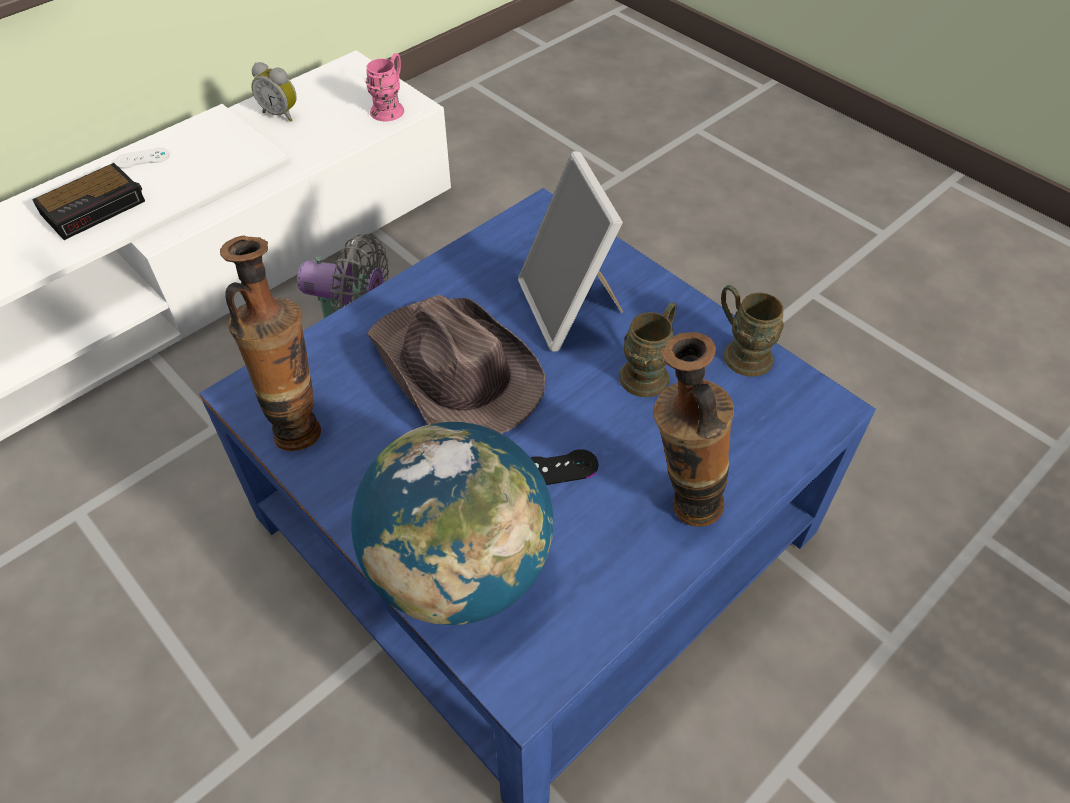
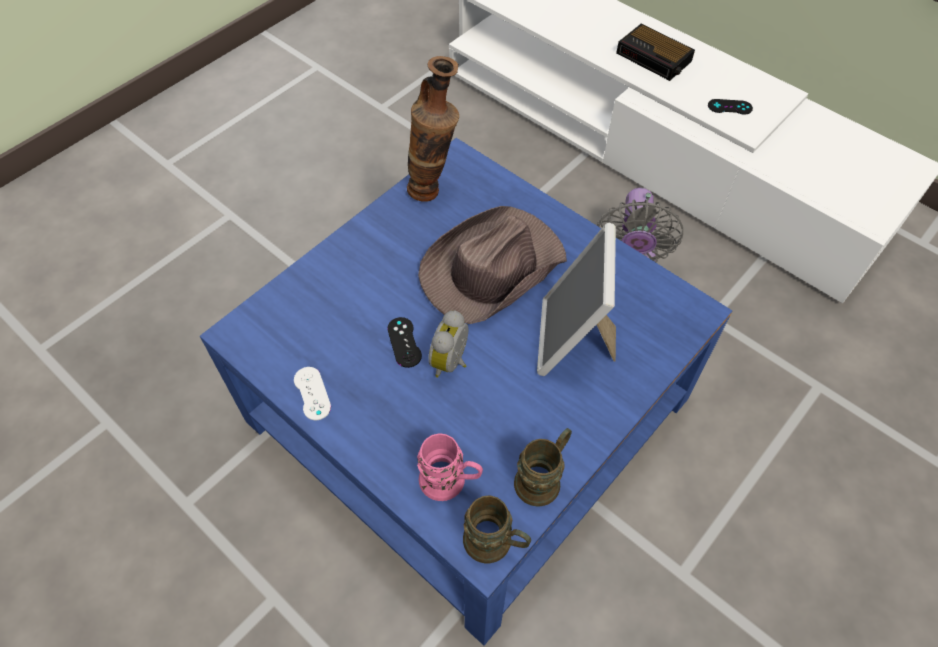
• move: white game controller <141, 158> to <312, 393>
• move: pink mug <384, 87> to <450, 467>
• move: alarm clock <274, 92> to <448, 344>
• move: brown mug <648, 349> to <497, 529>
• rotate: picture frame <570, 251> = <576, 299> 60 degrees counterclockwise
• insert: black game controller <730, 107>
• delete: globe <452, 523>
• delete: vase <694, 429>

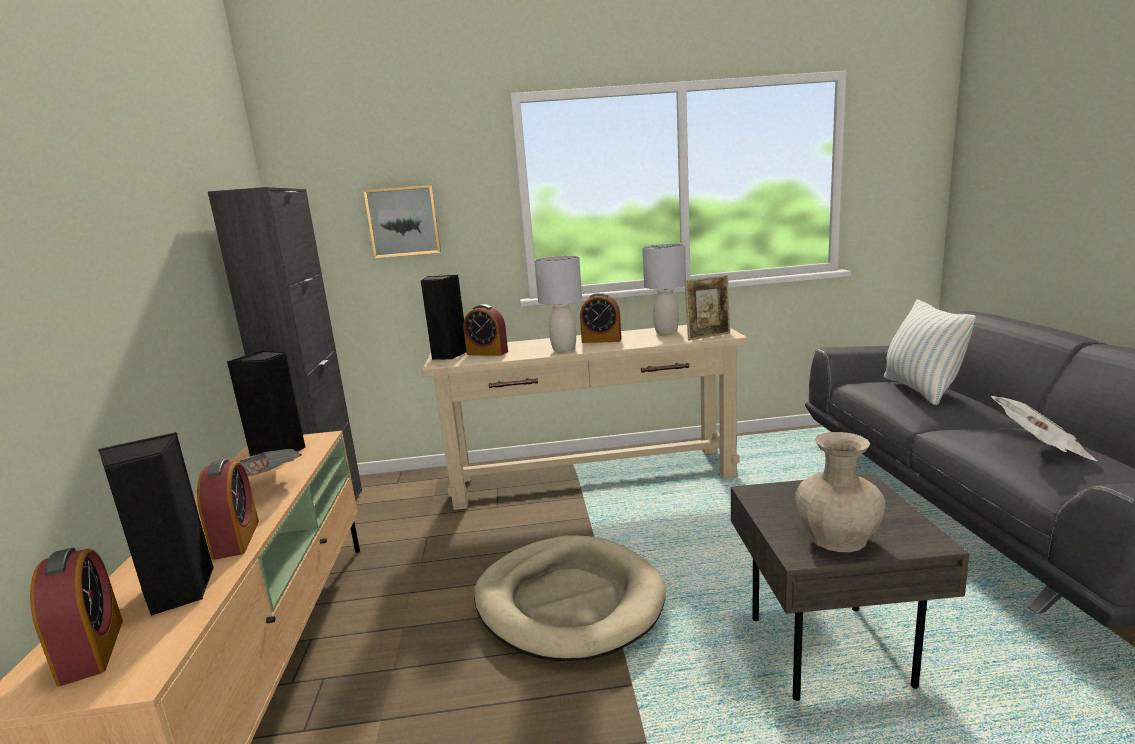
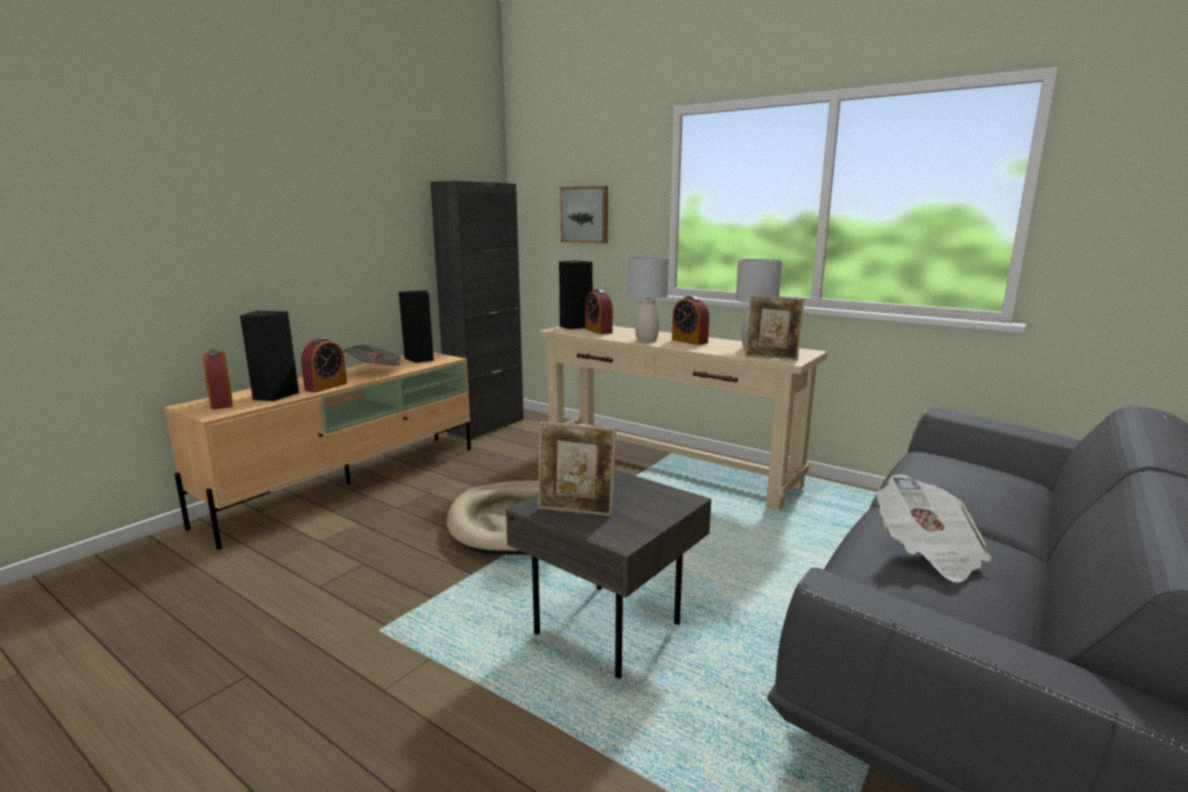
• rotate: alarm clock <76, 617> = <218, 379> 135 degrees clockwise
• replace: beige vase <840, 492> to picture frame <577, 469>
• delete: pillow <930, 352>

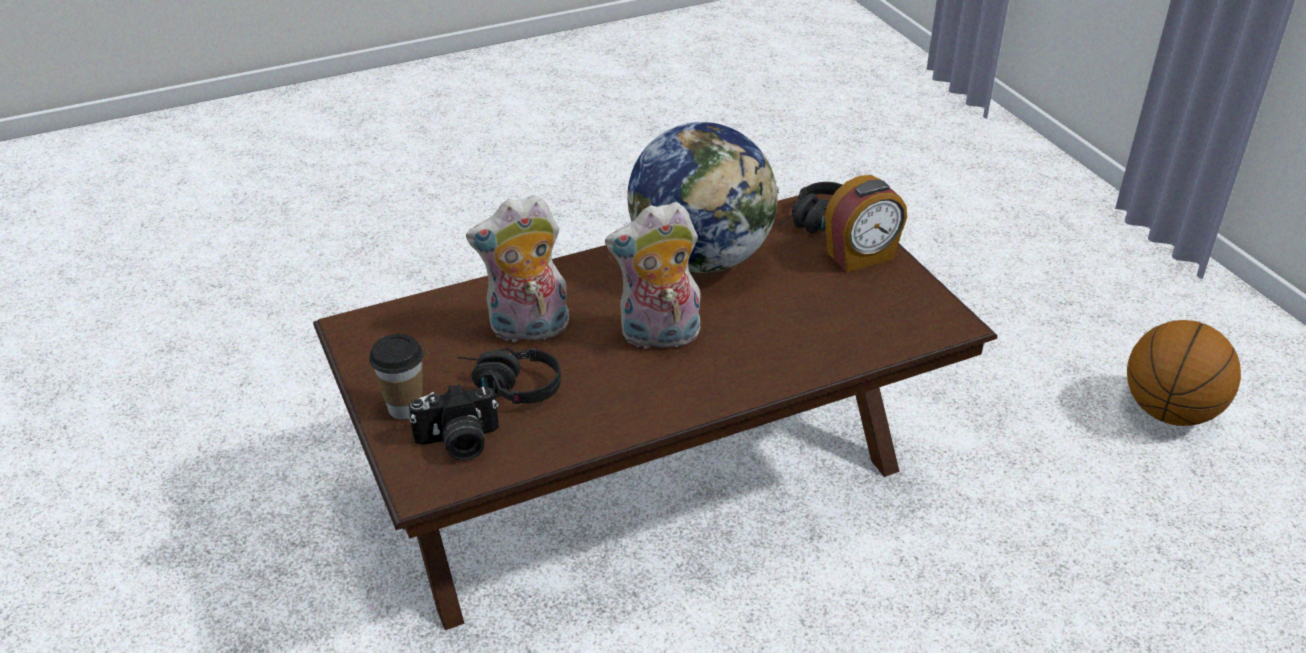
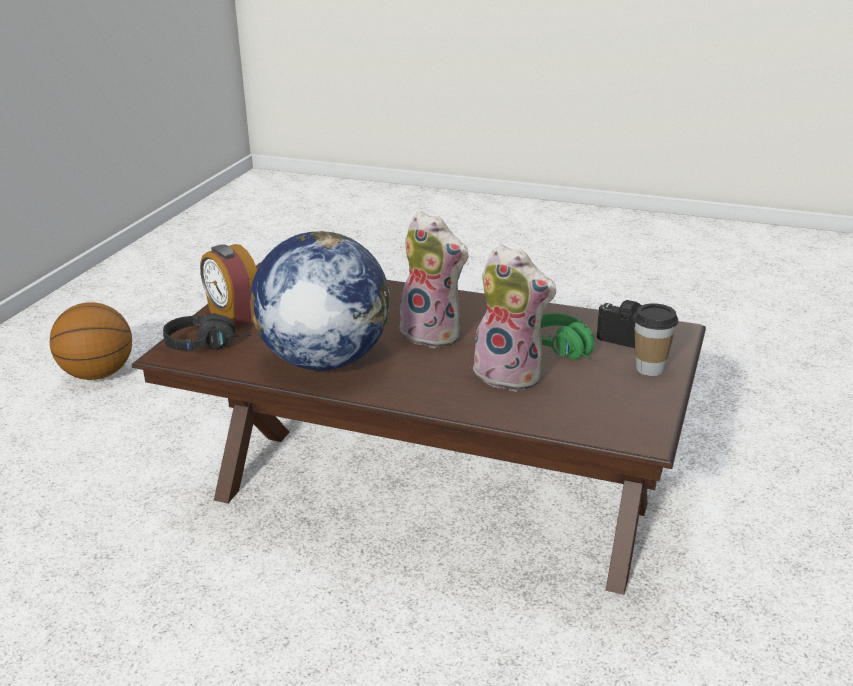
• rotate: alarm clock <866, 223> = <228, 286> 150 degrees counterclockwise
• recolor: black headphones <509, 376> to green headphones <567, 336>

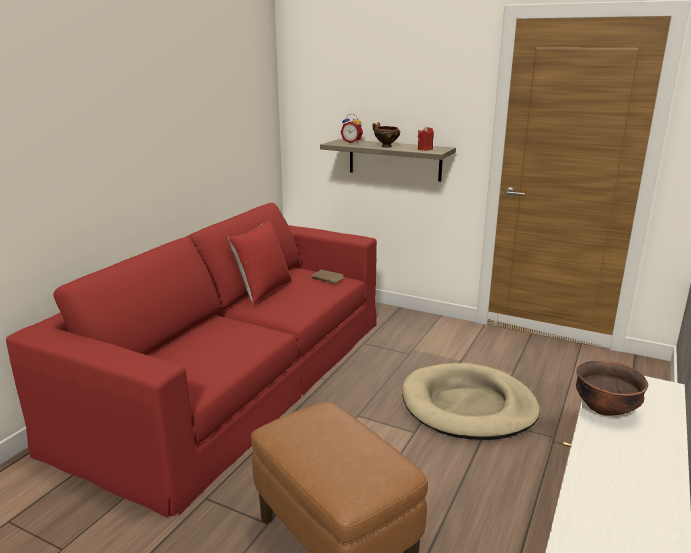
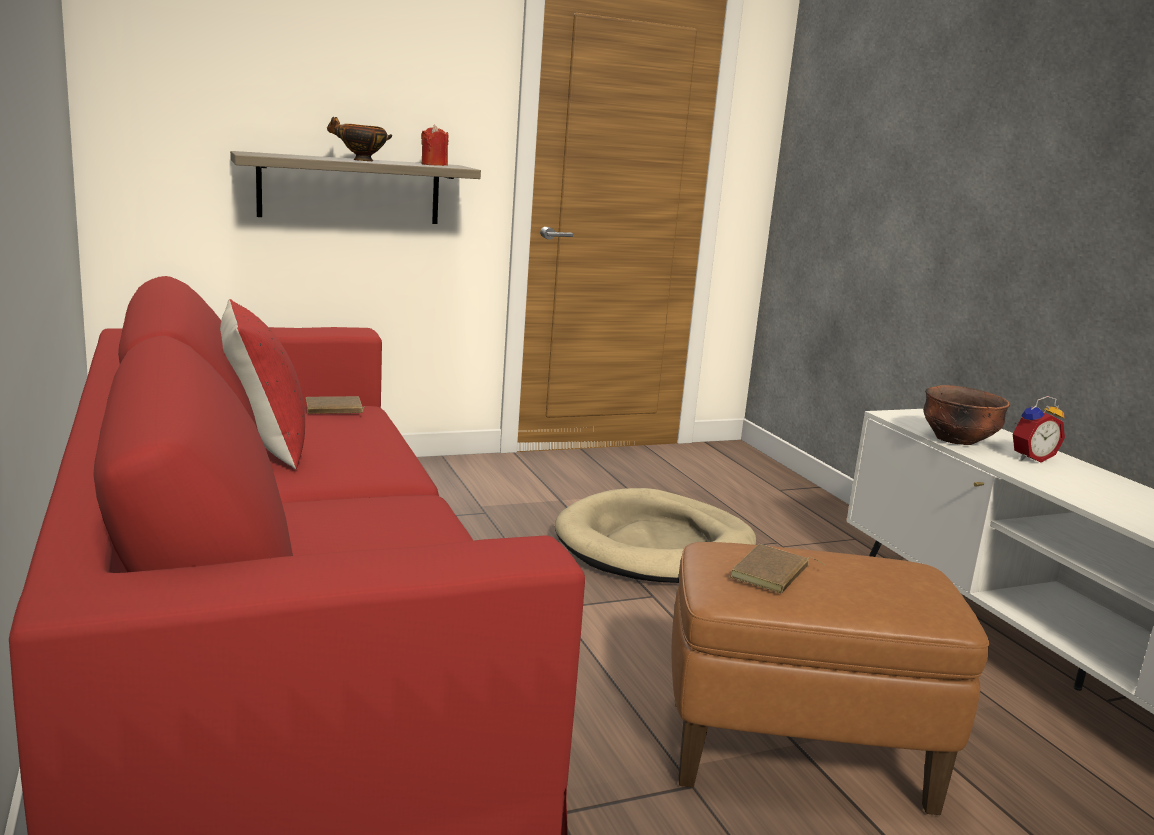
• insert: brown book <778, 569>
• move: alarm clock <352, 128> to <1039, 429>

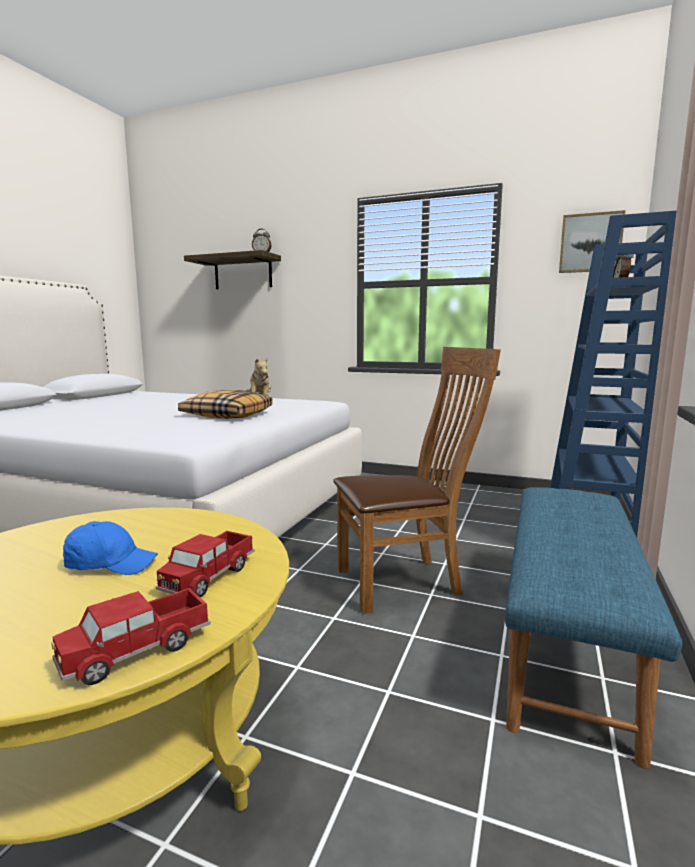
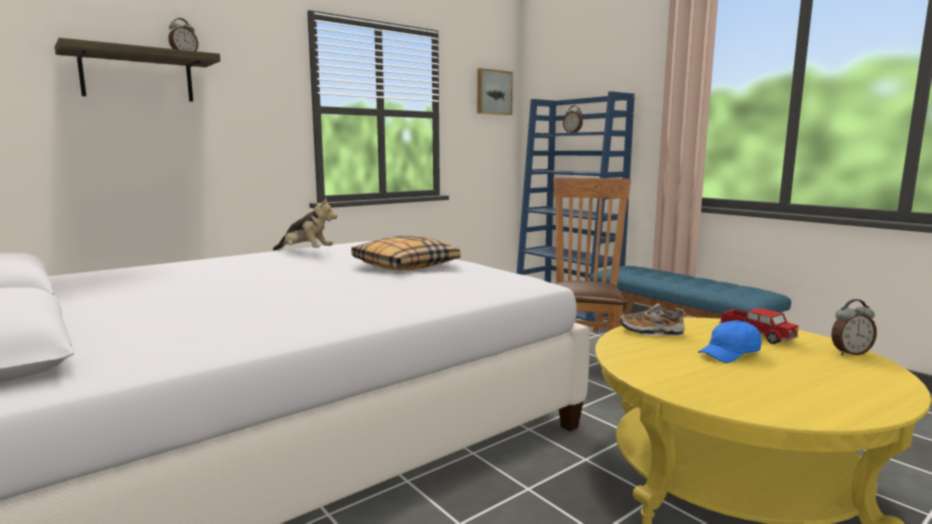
• insert: shoe <652, 319>
• rotate: blue cap <110, 548> = <730, 341> 150 degrees counterclockwise
• replace: toy truck <131, 636> to alarm clock <854, 327>

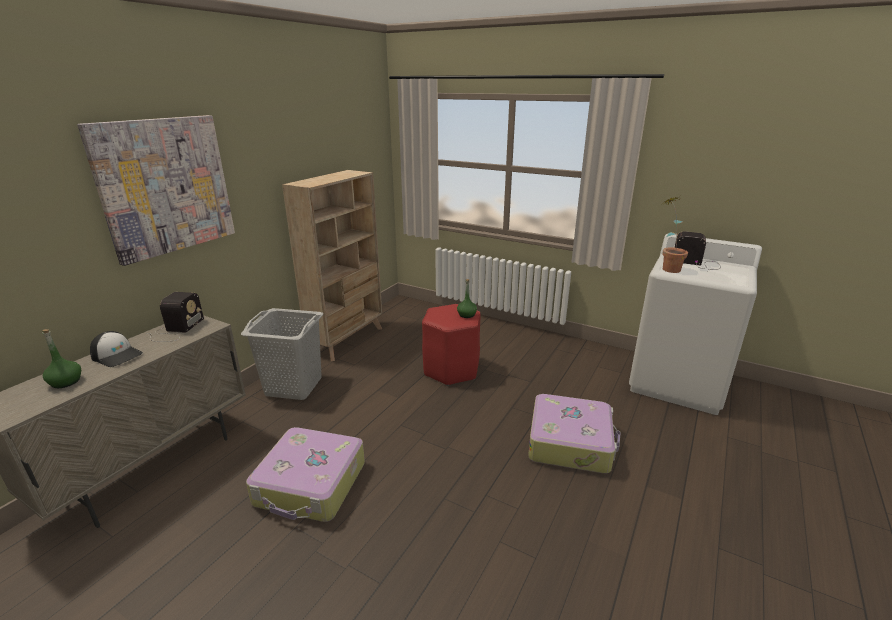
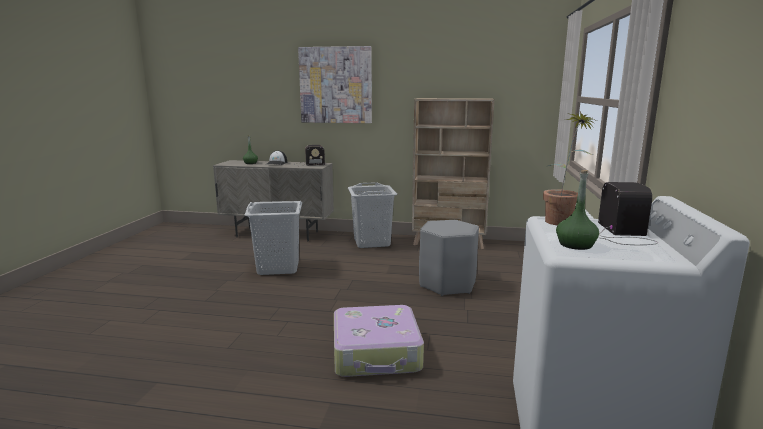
• replace: suitcase <305, 474> to grey laundry basket <273, 238>
• recolor: red stool <451, 345> to grey stool <449, 258>
• move: green bottle <467, 298> to <577, 210>

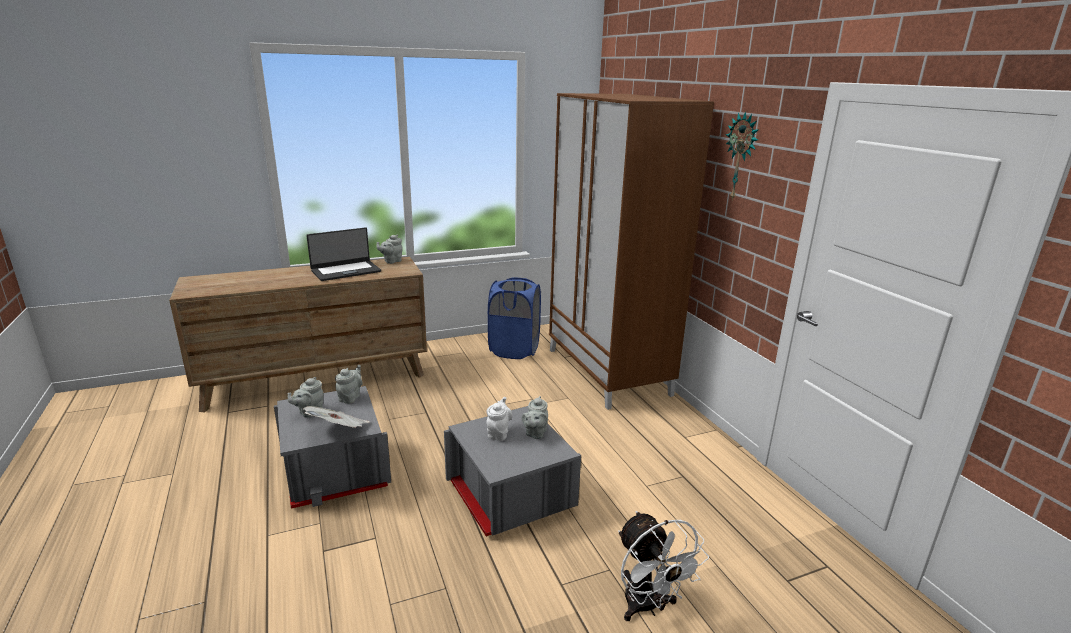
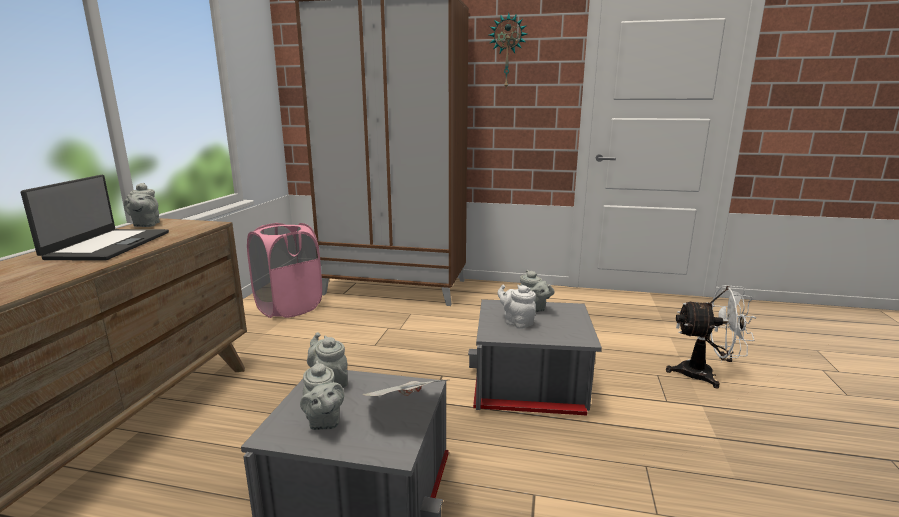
• recolor: blue laundry basket <514, 318> to pink laundry basket <284, 270>

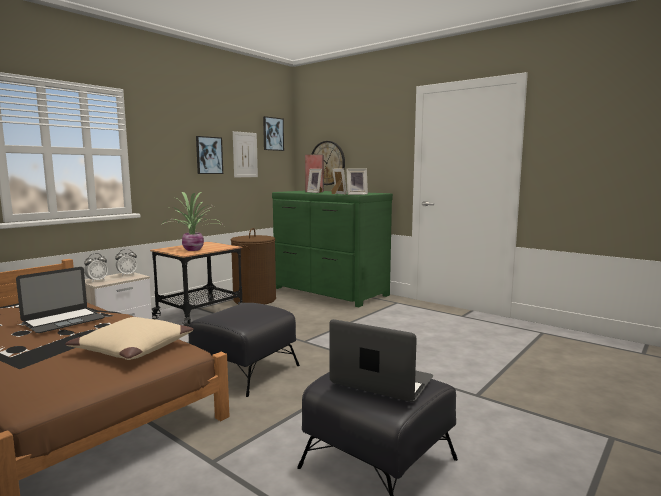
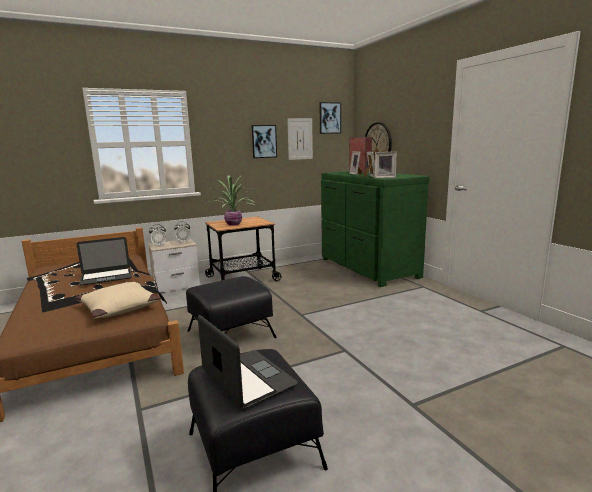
• delete: brown laundry basket <253, 266>

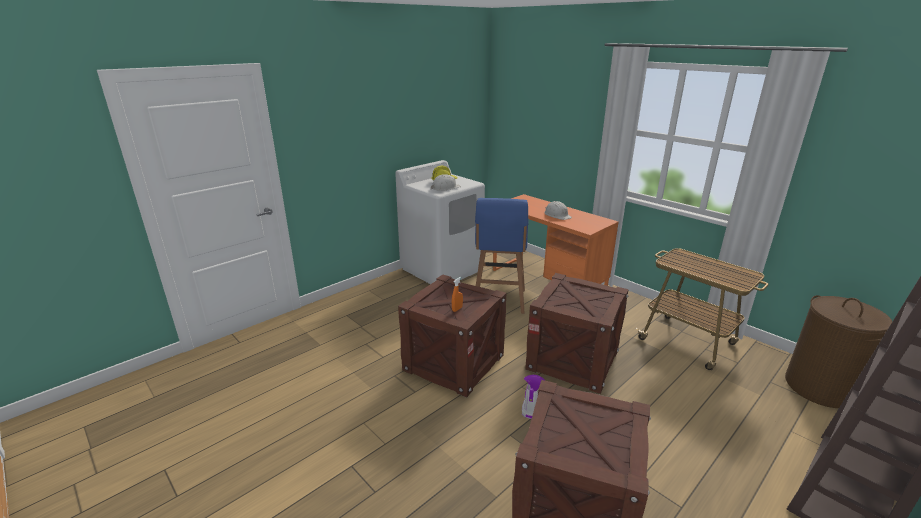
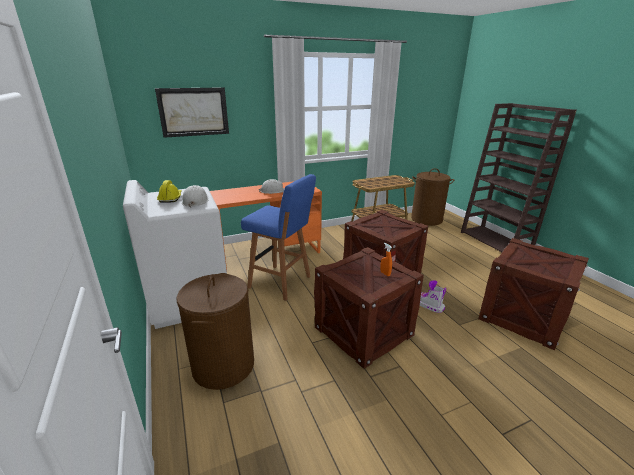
• insert: picture <192, 112>
• insert: brown laundry basket <215, 331>

